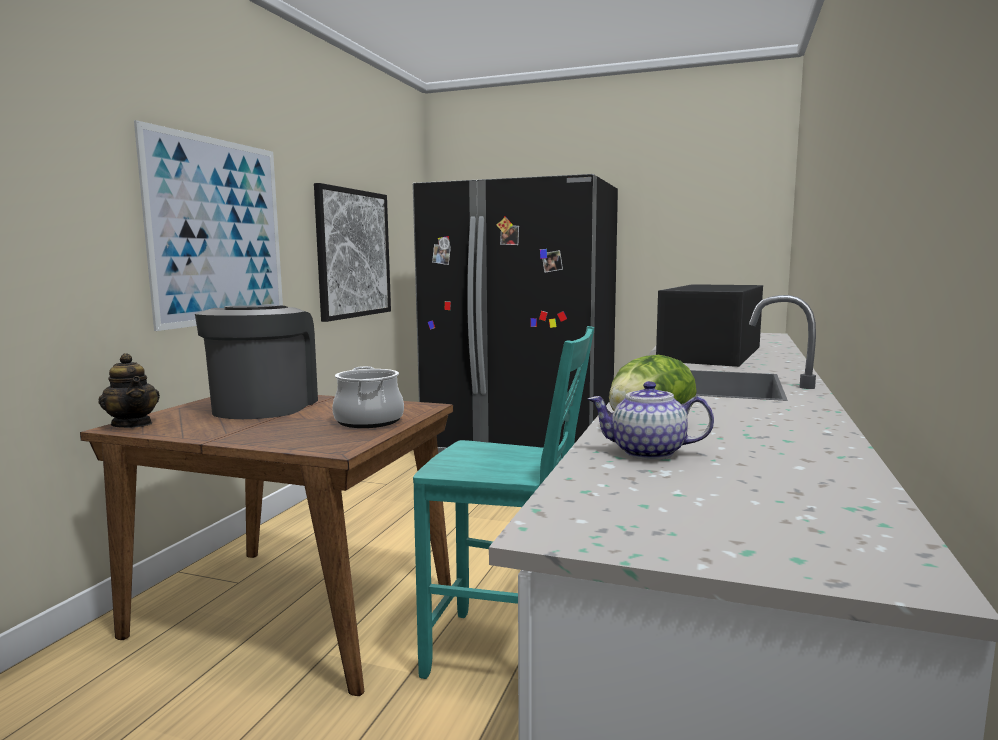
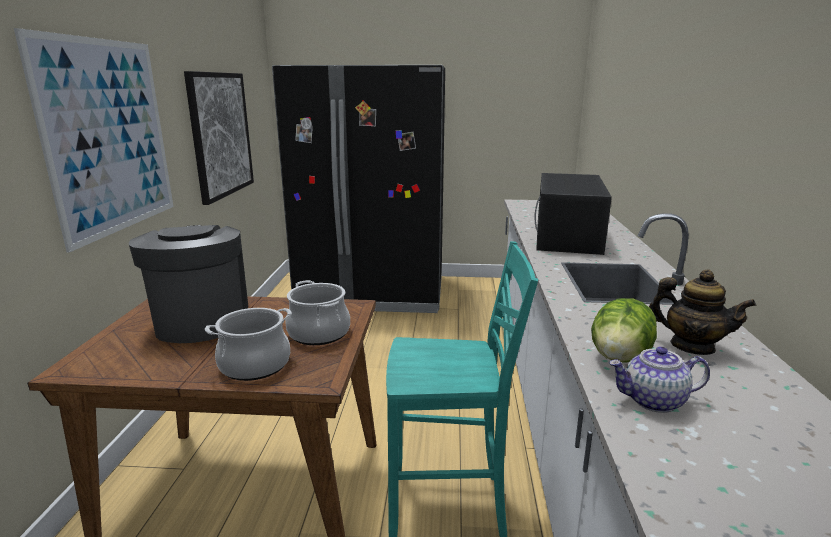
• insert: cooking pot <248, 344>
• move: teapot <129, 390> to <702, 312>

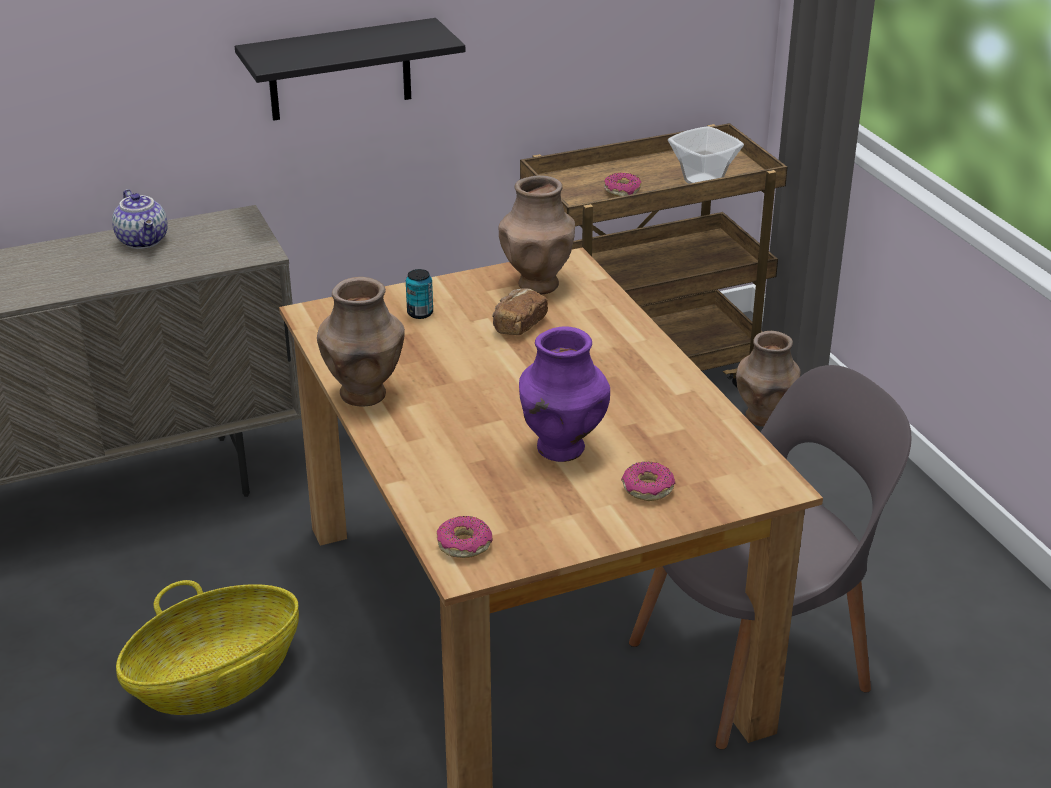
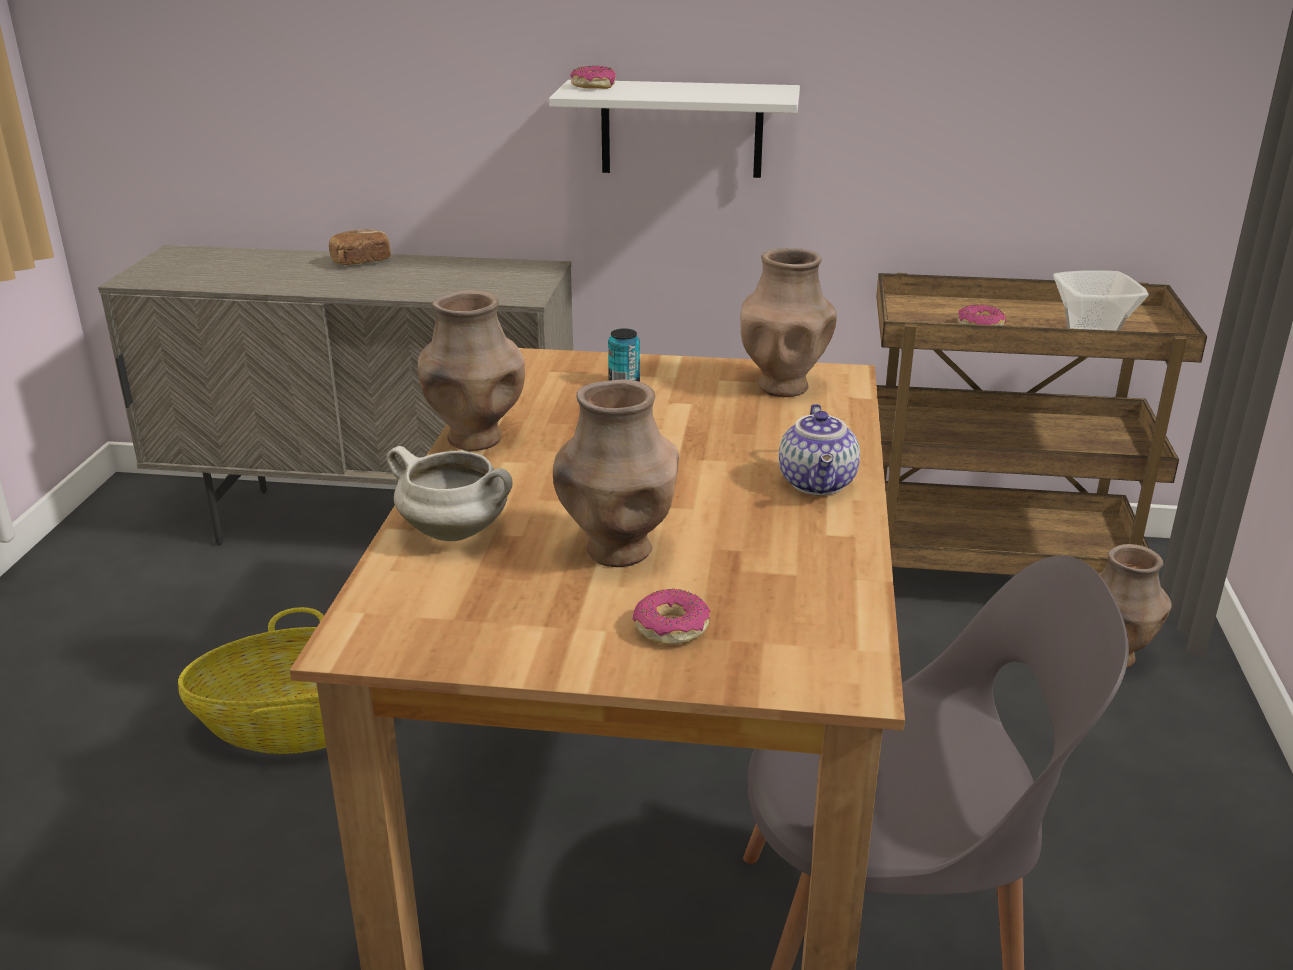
• move: bread <520, 311> to <360, 247>
• insert: white cooking pot <449, 493>
• recolor: black shelf <350, 69> to white shelf <674, 129>
• recolor: purple vase <564, 394> to brown vase <616, 473>
• move: donut <465, 537> to <593, 77>
• move: teapot <140, 219> to <819, 449>

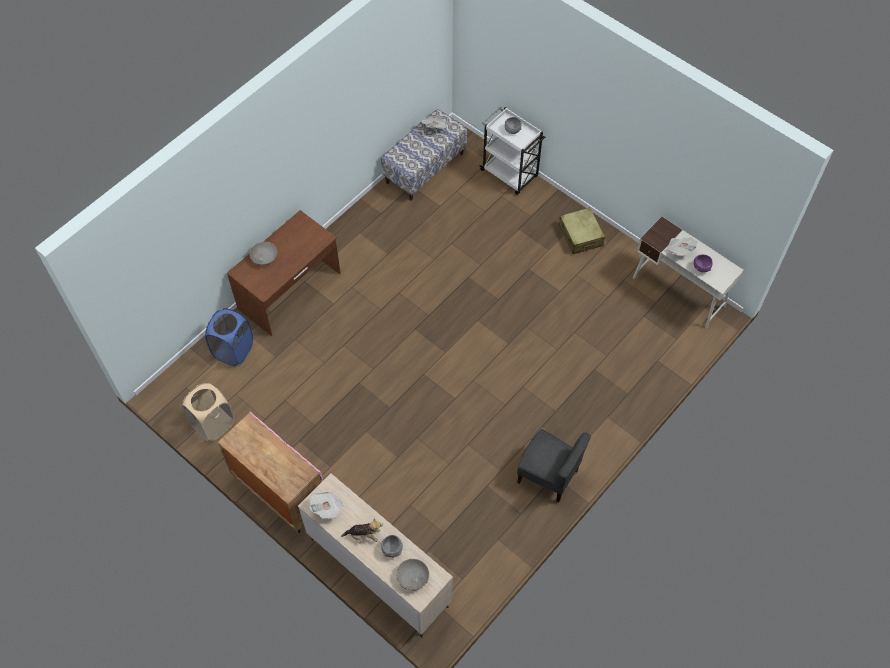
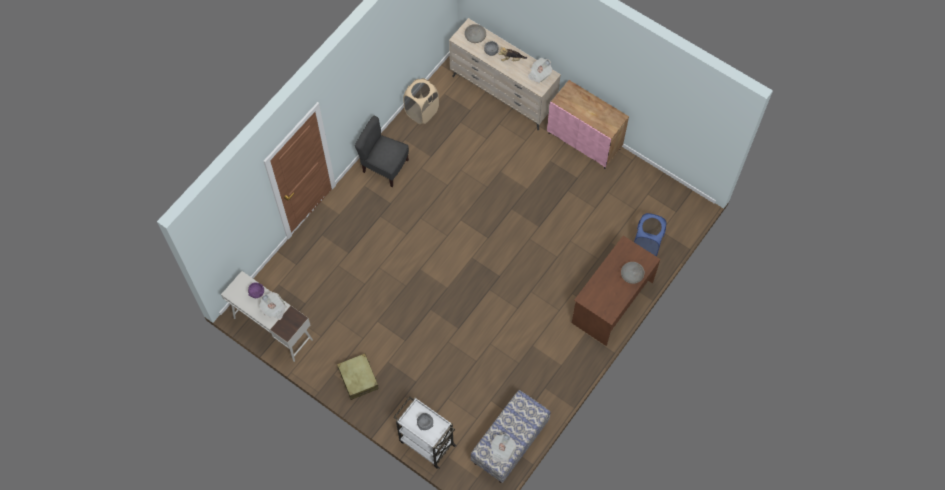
• move: beige laundry basket <208, 412> to <421, 101>

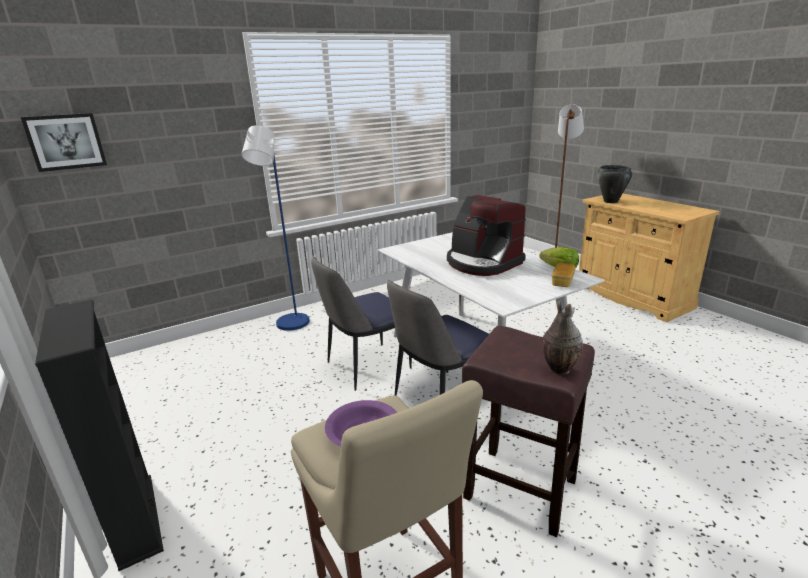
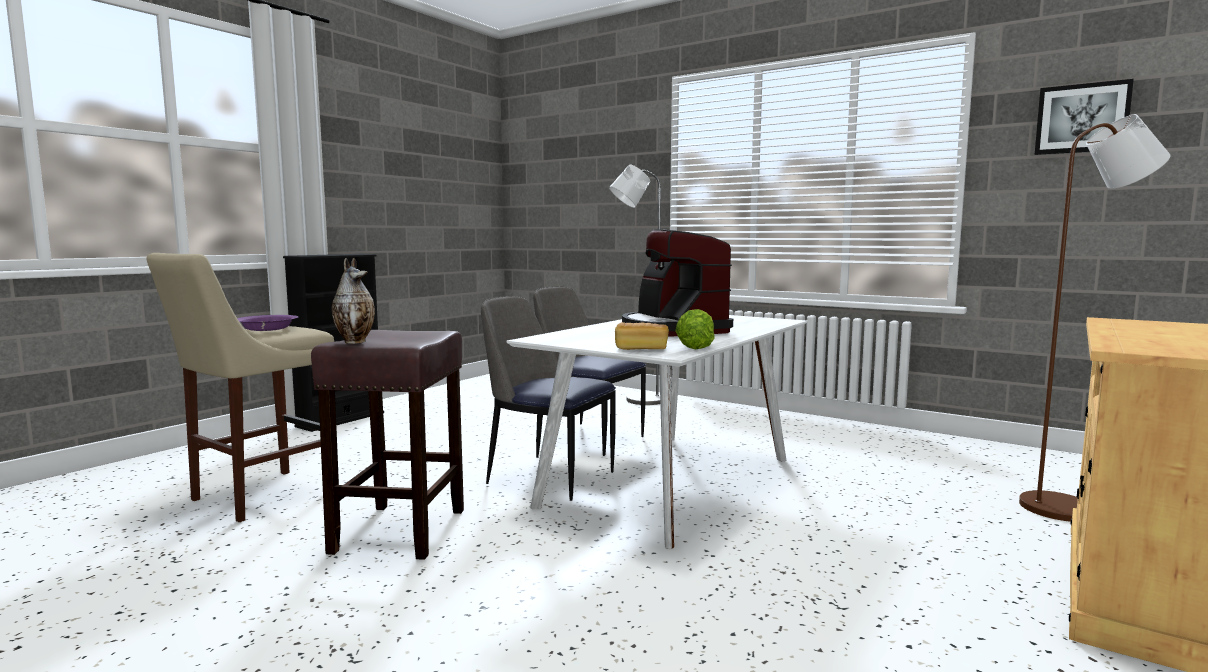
• recolor: blue floor lamp <275, 228> to grey floor lamp <635, 284>
• rotate: coffee machine <486, 235> = <677, 282> 45 degrees counterclockwise
• move: picture <64, 142> to <1084, 117>
• delete: black cooking pot <614, 184>

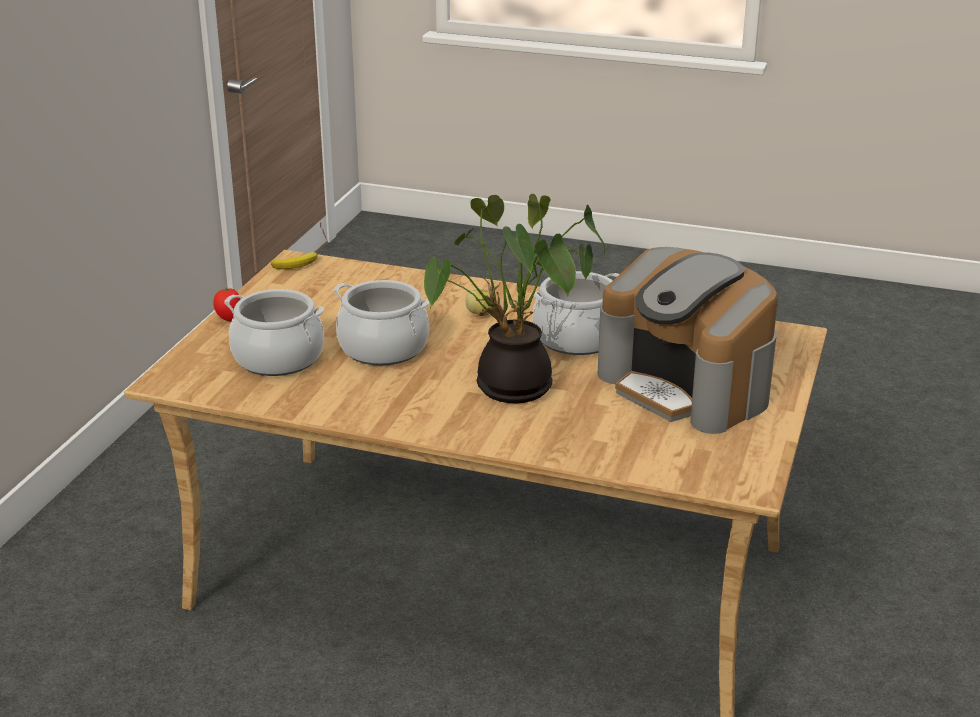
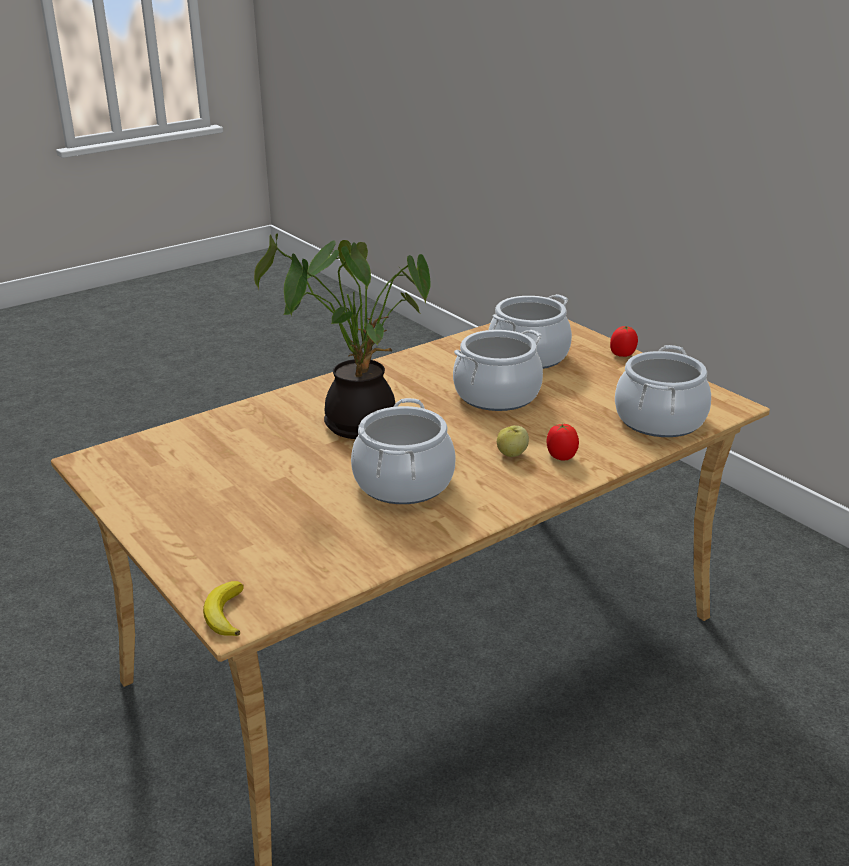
• move: banana <294, 260> to <223, 608>
• insert: tomato <562, 442>
• insert: cooking pot <663, 391>
• delete: coffee machine <688, 340>

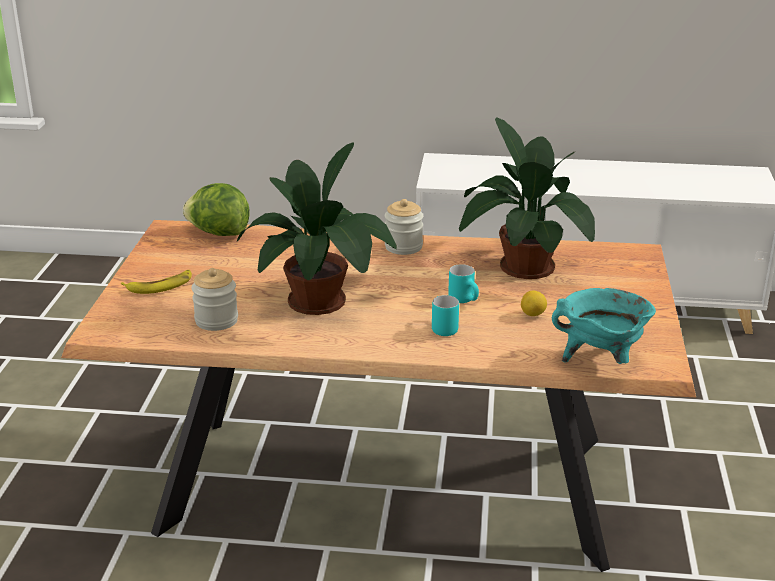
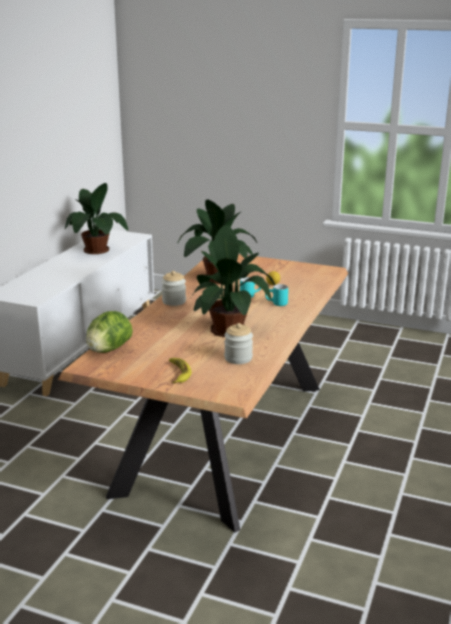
• insert: potted plant <96, 218>
• delete: turquoise cooking pot <604, 326>

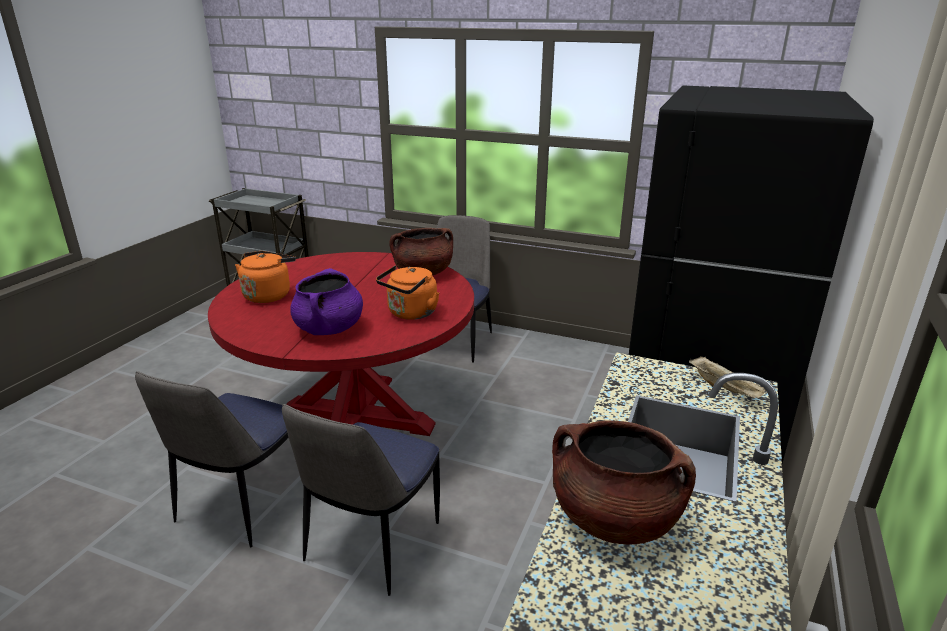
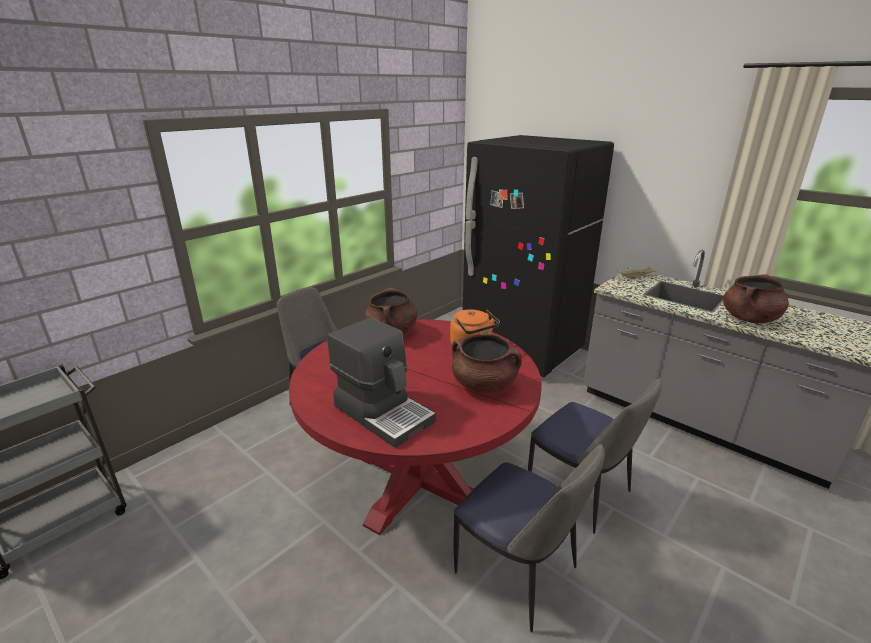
• replace: orange kettle <265, 277> to coffee machine <381, 382>
• recolor: purple cooking pot <326, 301> to brown cooking pot <487, 363>

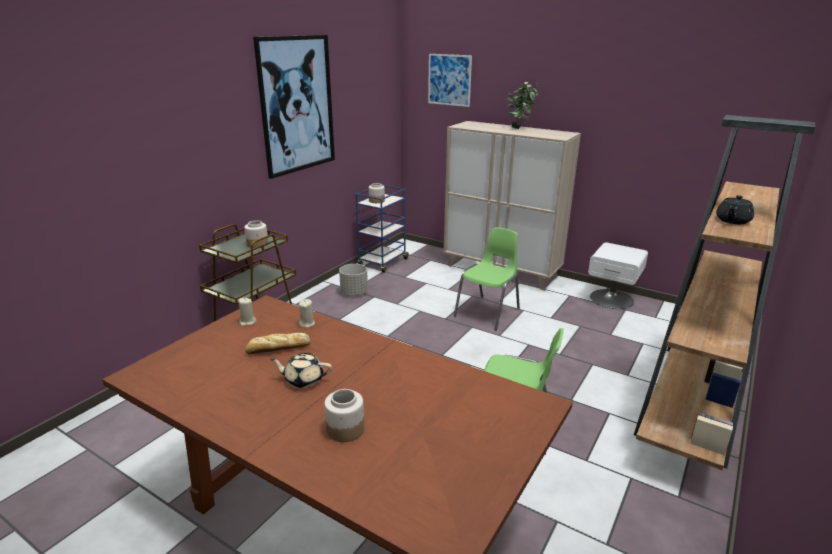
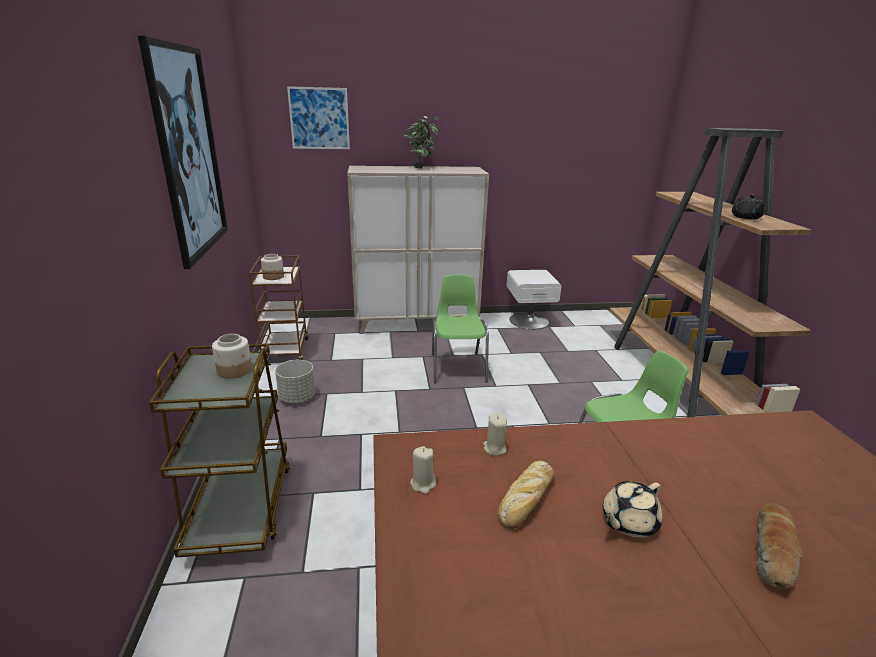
• recolor: blue cart <382, 229> to brown cart <279, 308>
• replace: jar <344, 415> to bread <780, 546>

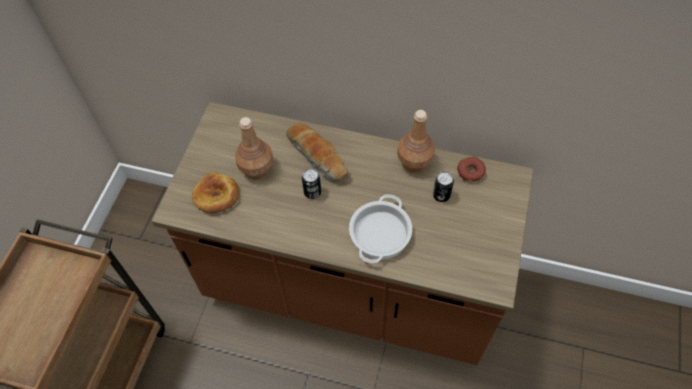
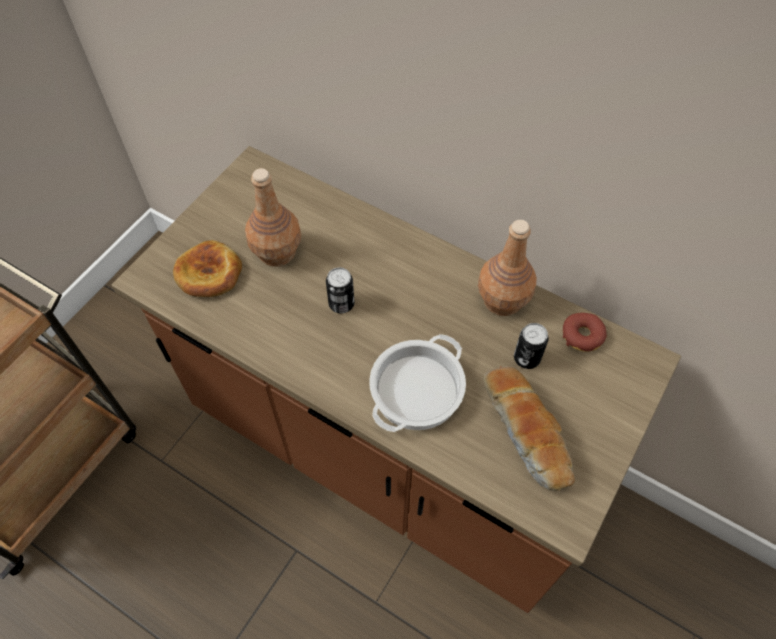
• move: bread <317, 152> to <529, 428>

